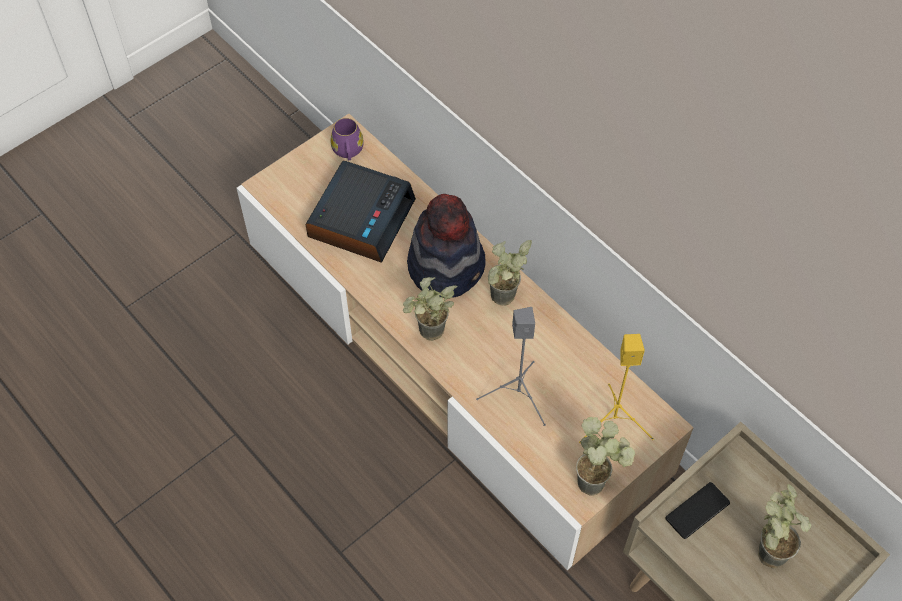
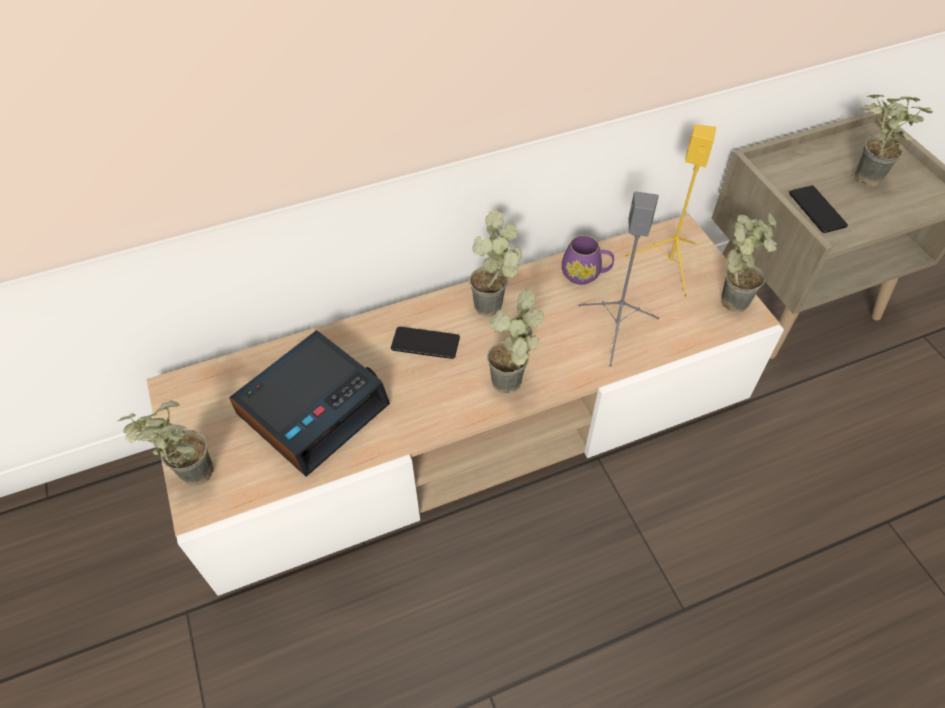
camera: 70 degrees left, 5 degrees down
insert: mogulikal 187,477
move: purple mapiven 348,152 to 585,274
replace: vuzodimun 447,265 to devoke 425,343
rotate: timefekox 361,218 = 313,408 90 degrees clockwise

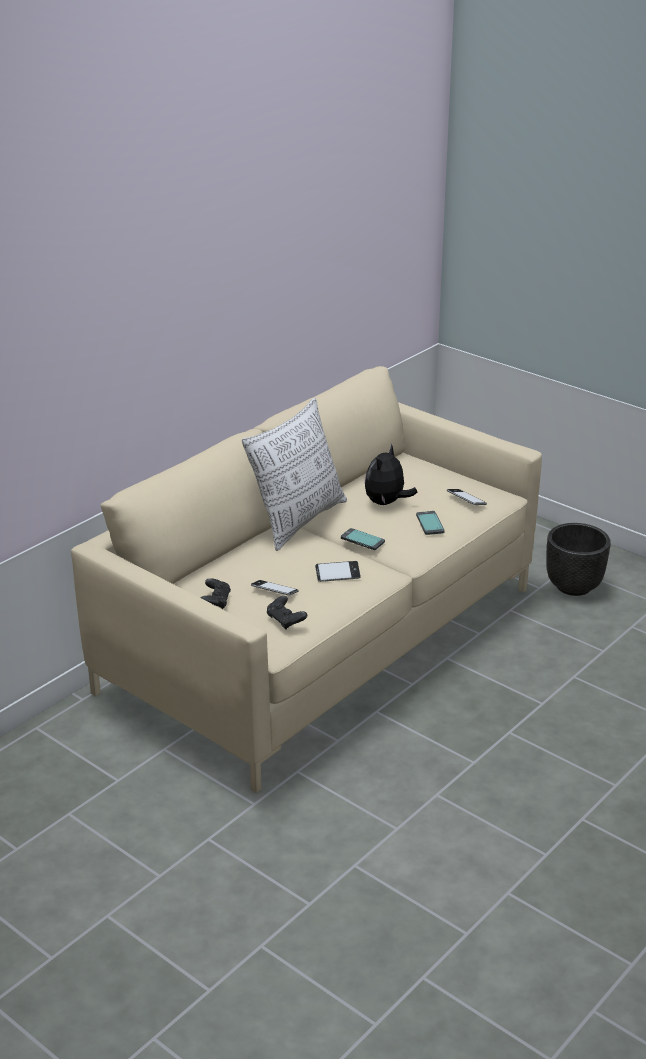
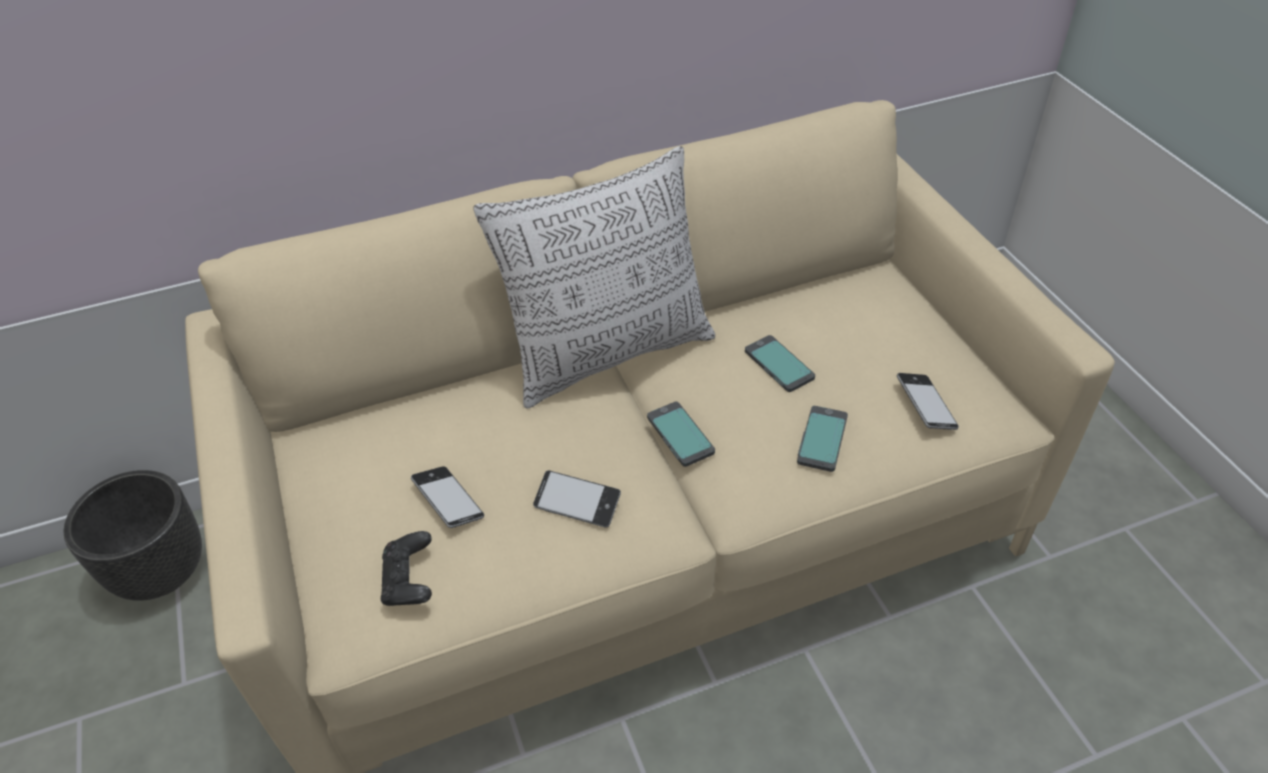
camera: 30 degrees right, 15 degrees up
delete: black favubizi 215,601
move: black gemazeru 573,586 to 162,571
replace: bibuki 386,503 to devoke 778,365

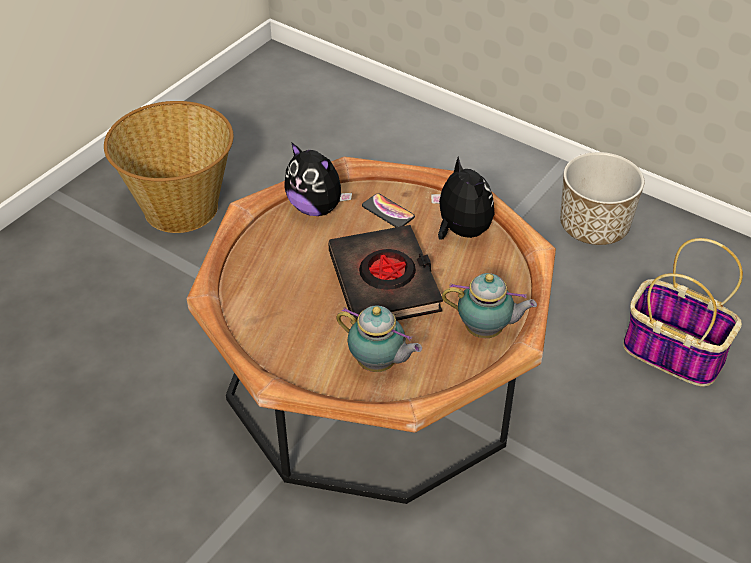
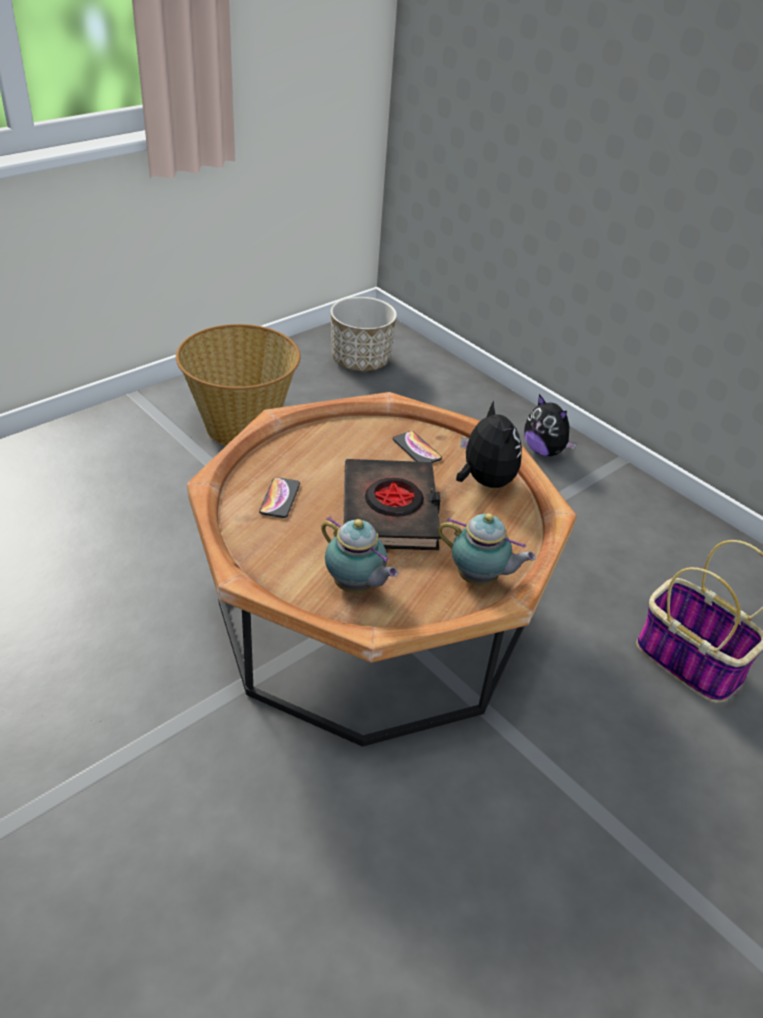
camera: 10 degrees right, 5 degrees down
insert: devoke 280,498
move: bibuki 316,207 to 544,451; gemazeru 593,226 to 360,360

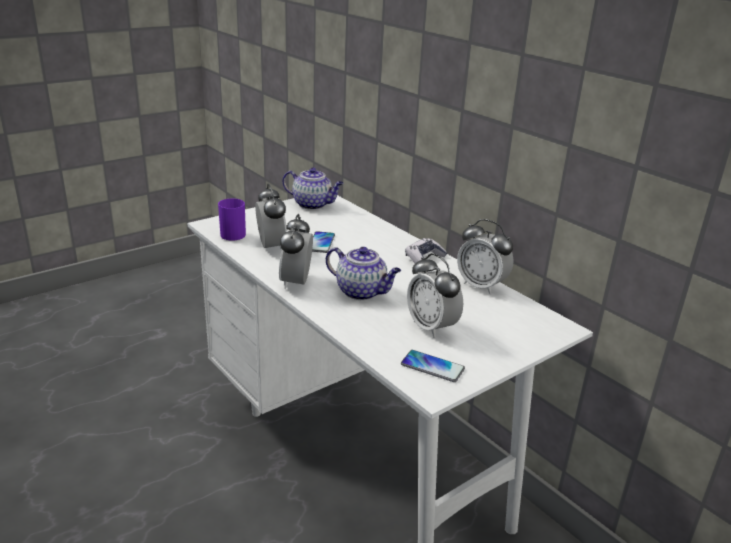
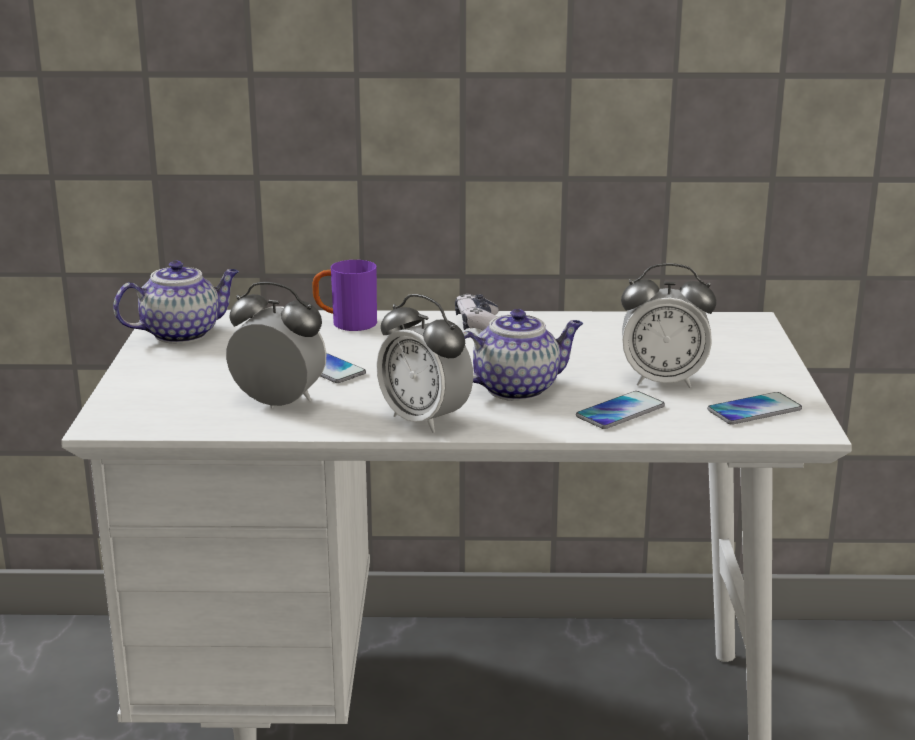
camera: 50 degrees left, 5 degrees down
delete: timefekox 481,286
insert: devoke 620,412
move: purple mapiven 230,233 to 345,324

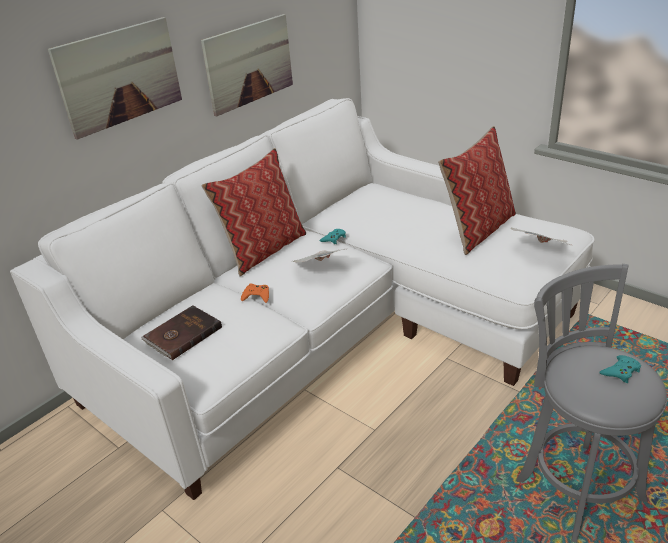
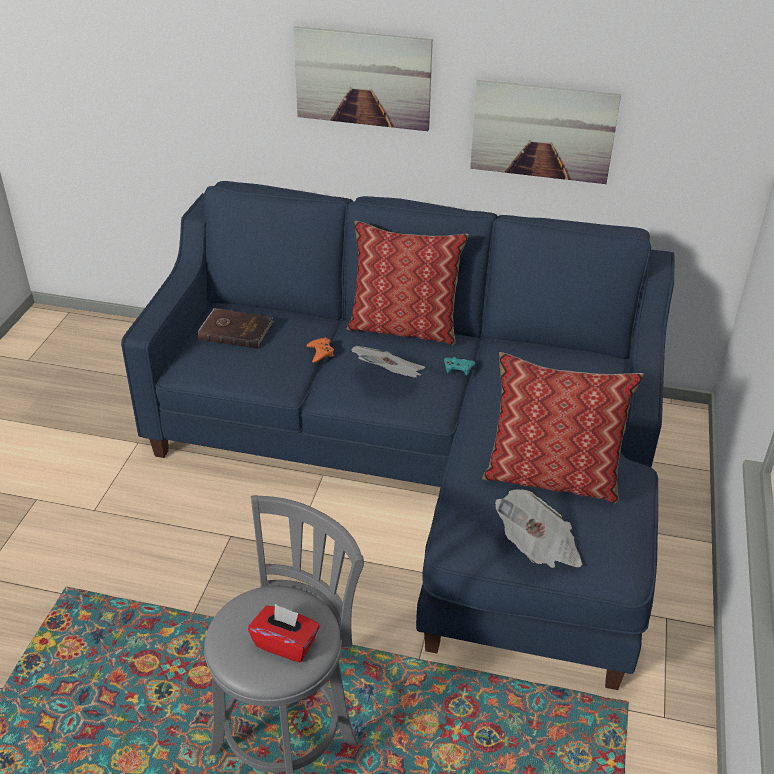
camera: 60 degrees right, 5 degrees up
replace: turquoise favubizi 620,371 to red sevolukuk 285,643
recolor: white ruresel 331,332 to blue ruresel 424,462

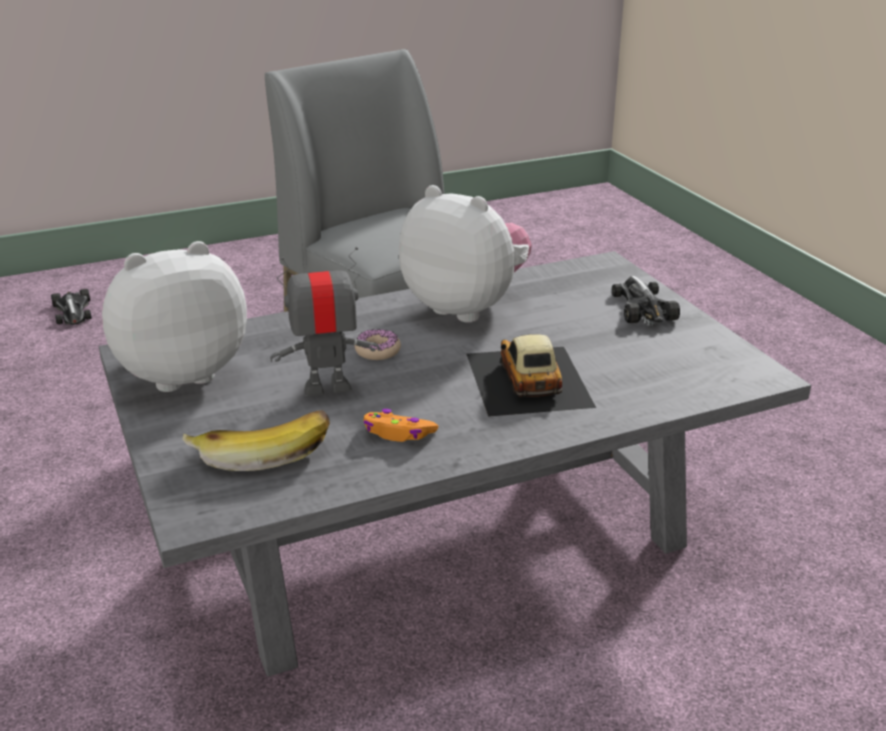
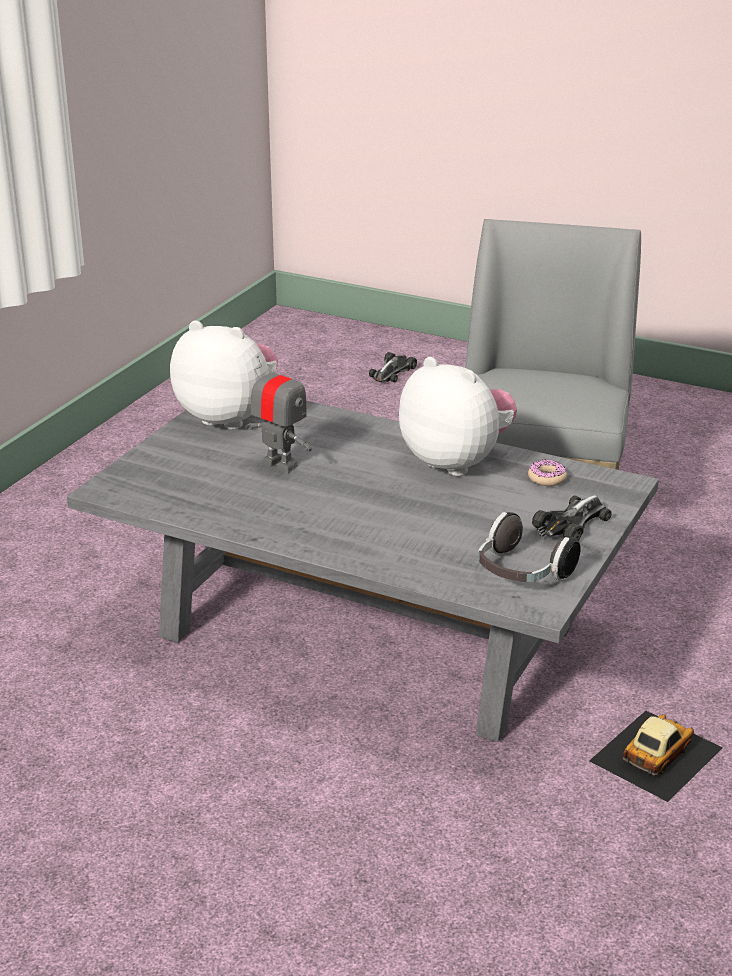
camera: 50 degrees right, 0 degrees up
delete: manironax 261,452; orange favubizi 398,433
insert: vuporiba 521,573
move: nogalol 377,351 to 547,478; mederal 527,380 to 655,754
rotate: bibuki 466,307 = 456,462 45 degrees counterclockwise

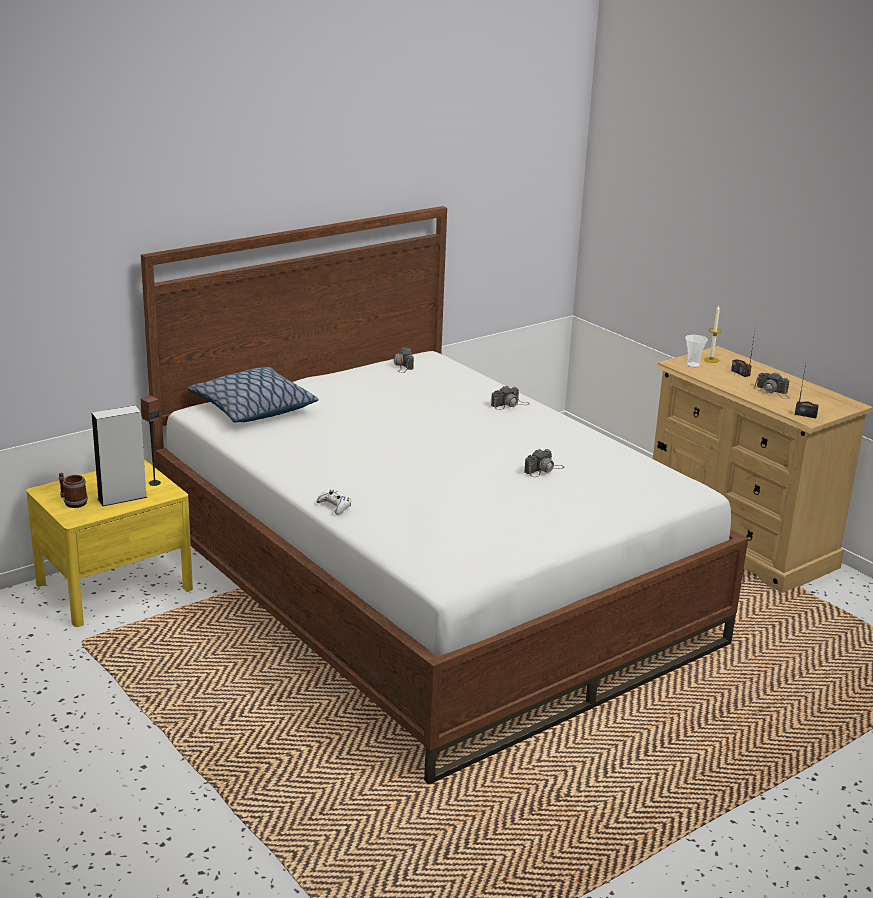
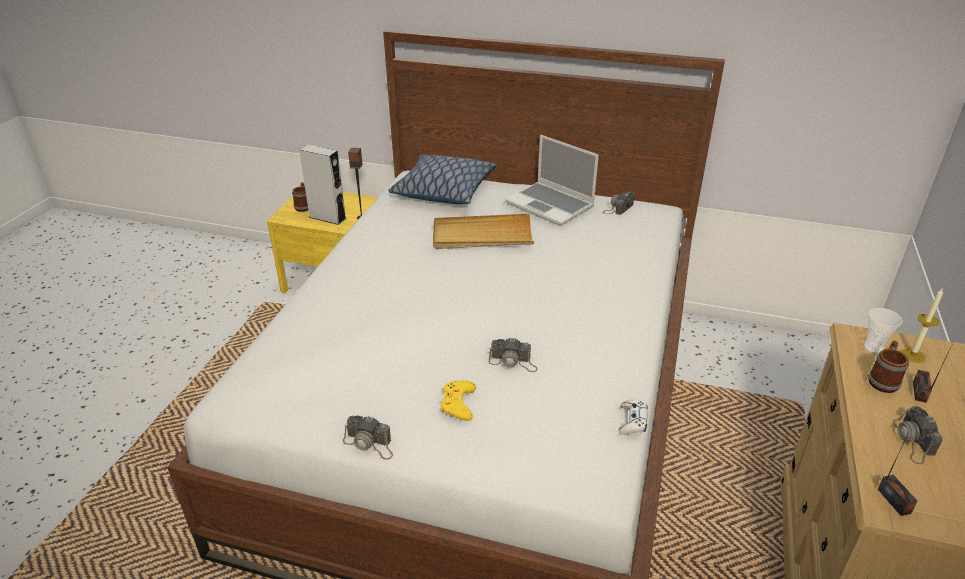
camera: 55 degrees right, 10 degrees up
insert: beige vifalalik 482,236; yellow favubizi 458,404; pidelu 551,205; mapiven 883,380
move: white favubizi 334,506 to 632,421; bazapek 510,404 to 370,444

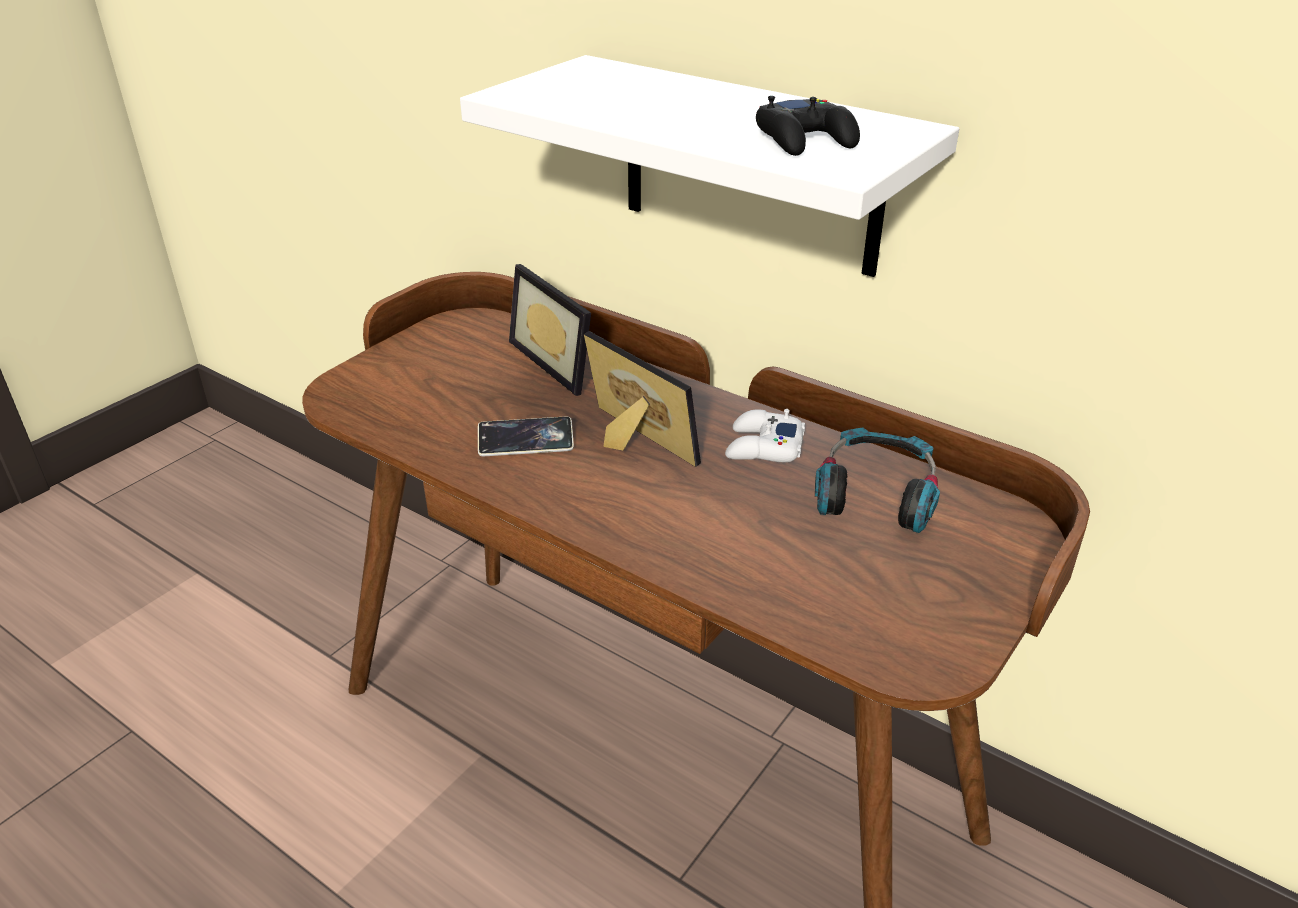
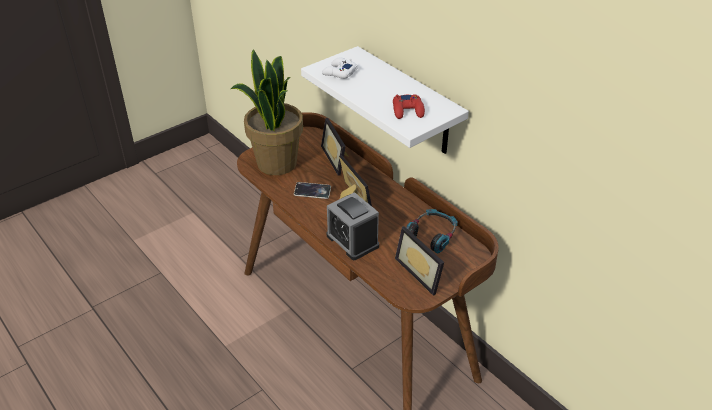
camera: 15 degrees right, 5 degrees up
insert: mogulikal 276,163; timefekox 352,241; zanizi 422,272
move: white favubizi 763,447 to 339,72
recolor: black favubizi 805,140 to red favubizi 408,110

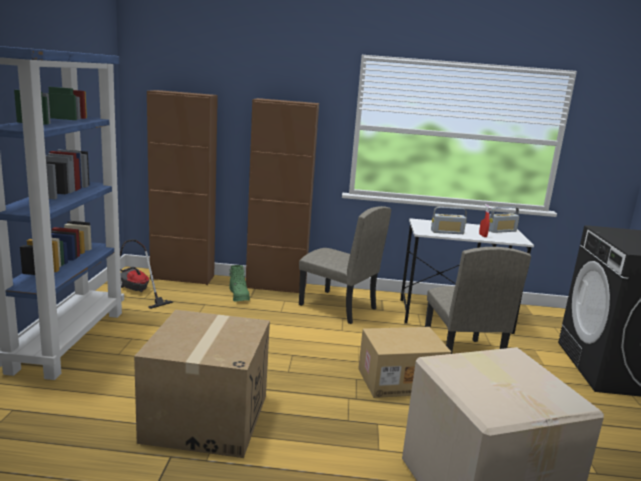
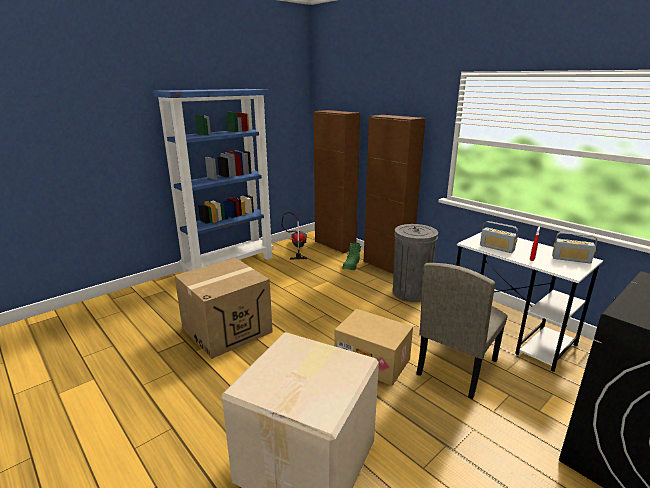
camera: 45 degrees right, 5 degrees up
replace: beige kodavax 337,307 to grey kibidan 410,293

